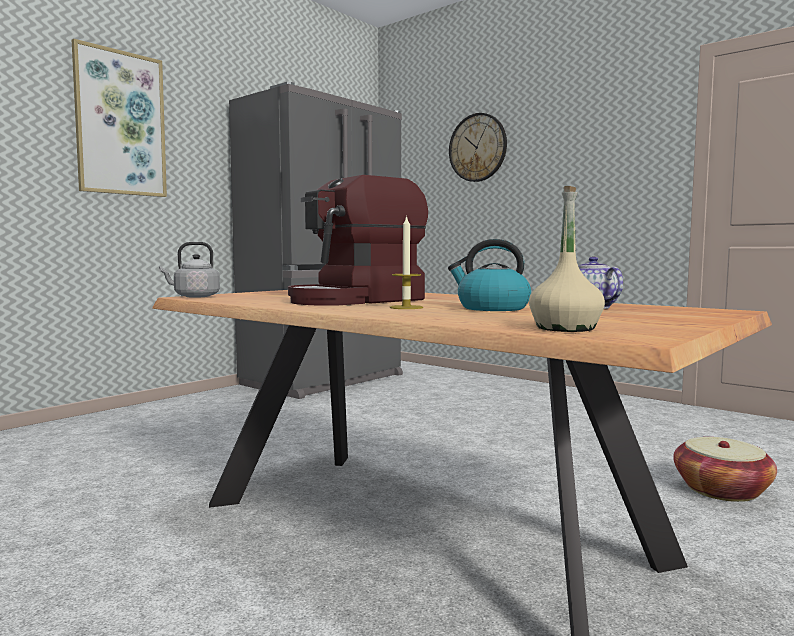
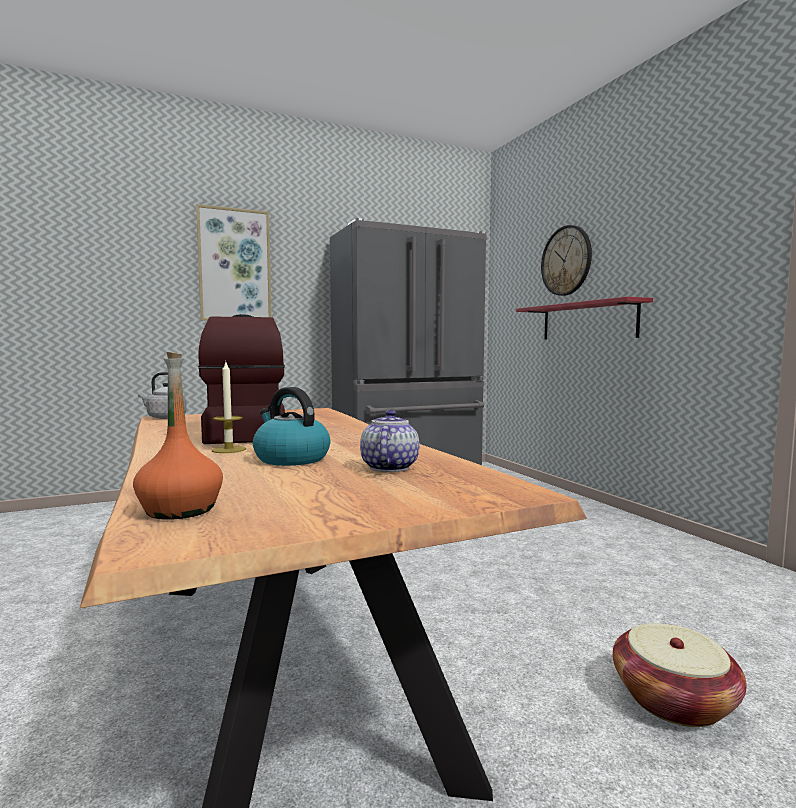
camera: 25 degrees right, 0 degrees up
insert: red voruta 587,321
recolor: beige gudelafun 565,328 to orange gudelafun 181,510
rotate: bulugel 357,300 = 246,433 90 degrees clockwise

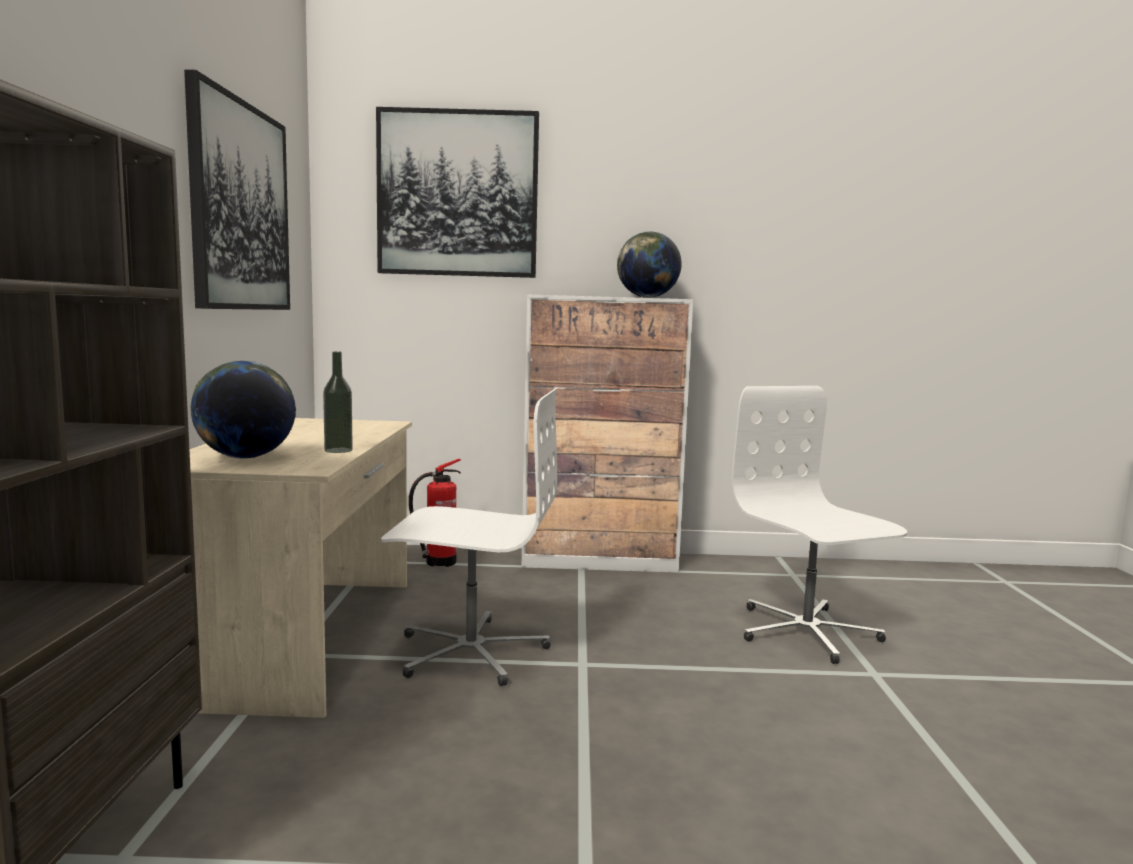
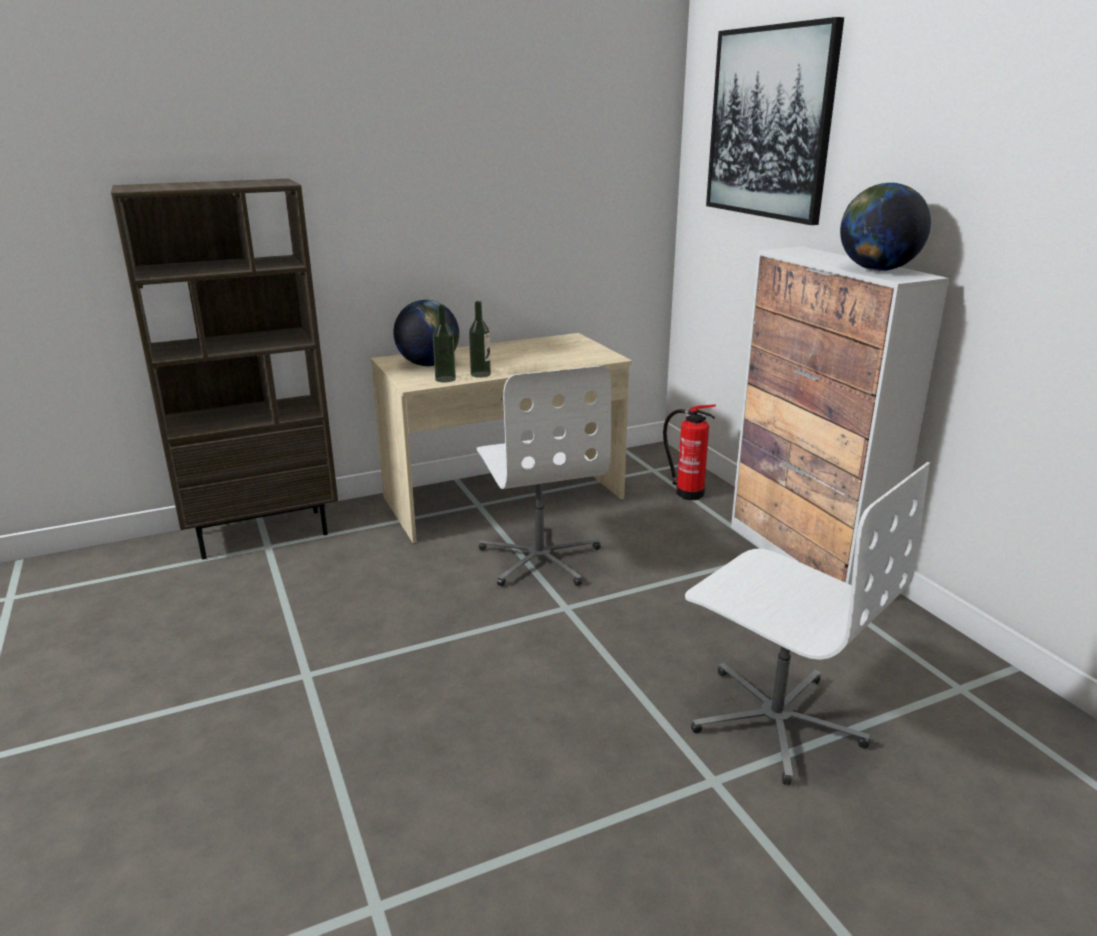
camera: 65 degrees right, 15 degrees up
delete: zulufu 240,207
insert: gudelafun 445,379
rotate: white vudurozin 806,632 = 775,720 90 degrees clockwise

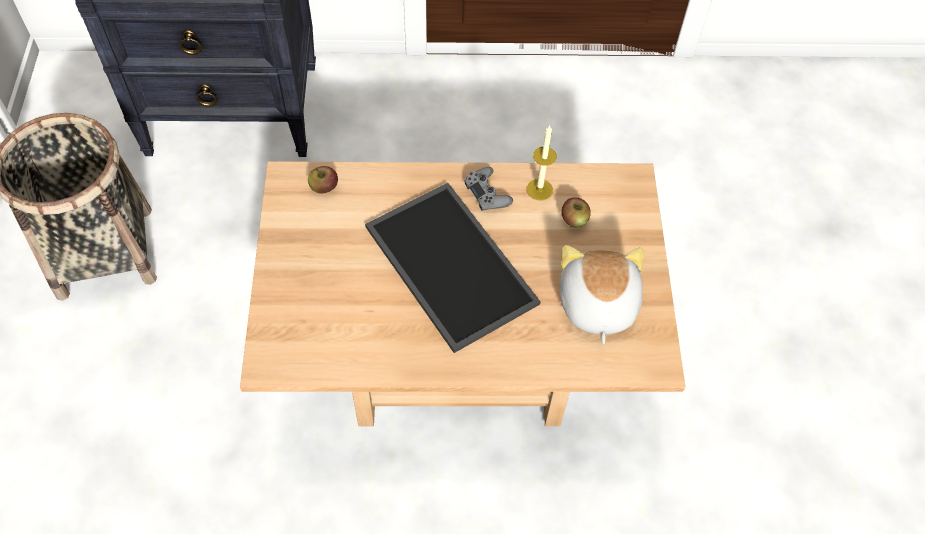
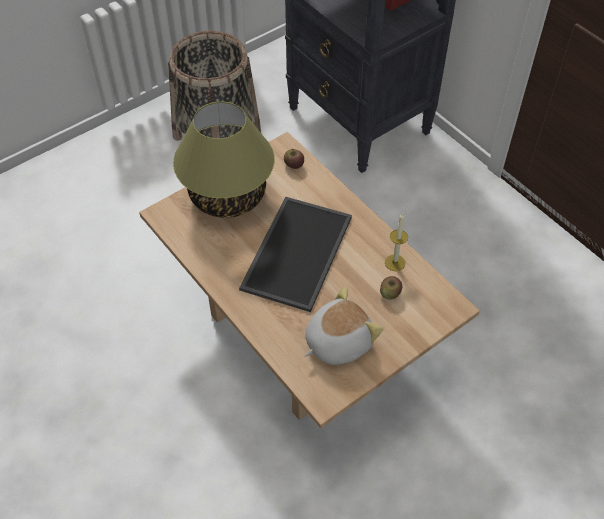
camera: 55 degrees right, 5 degrees down
delete: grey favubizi 487,193
insert: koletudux 228,196

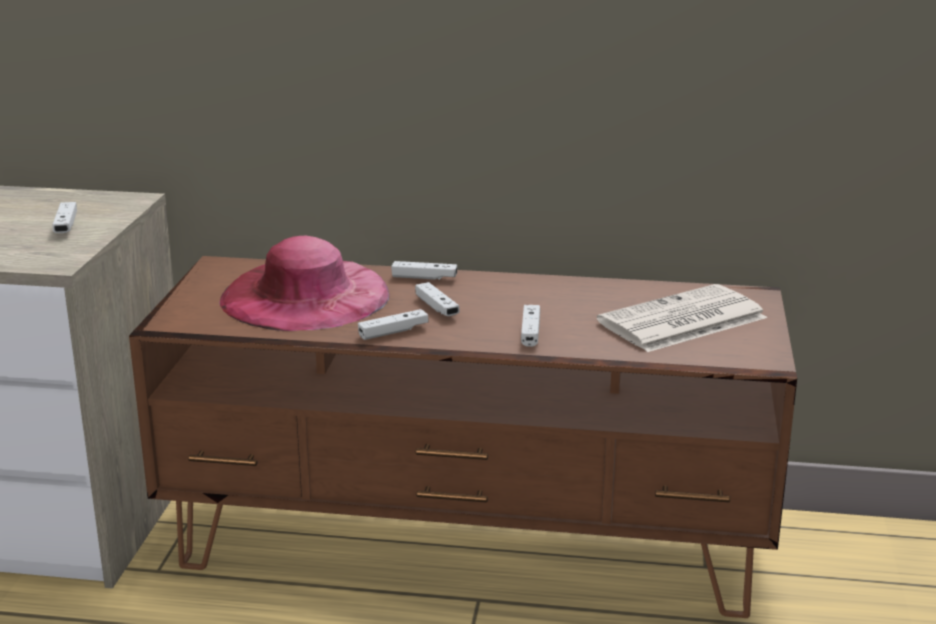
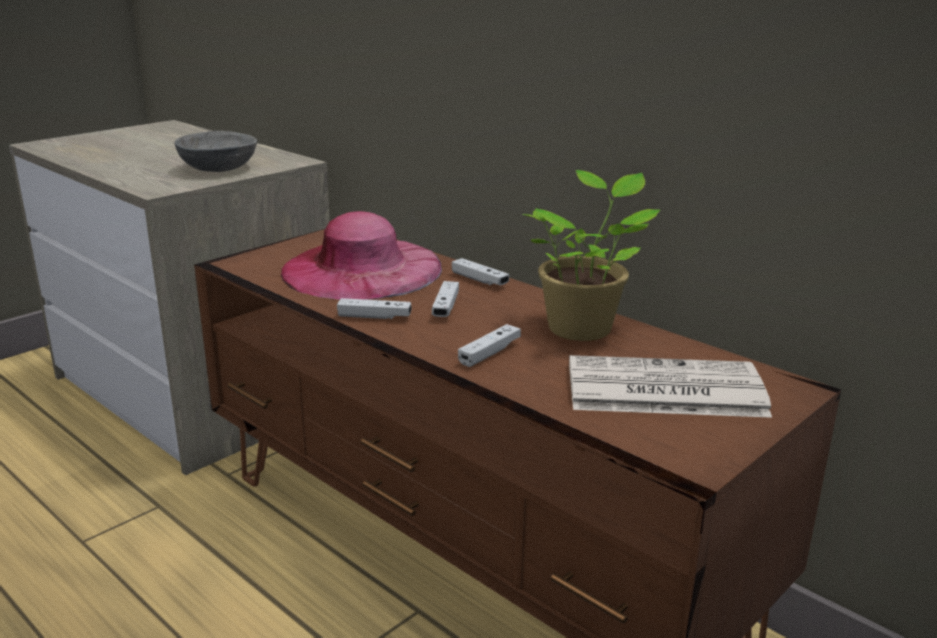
camera: 35 degrees right, 0 degrees up
insert: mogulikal 583,327
replace: white favubizi 66,226 to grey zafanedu 217,169

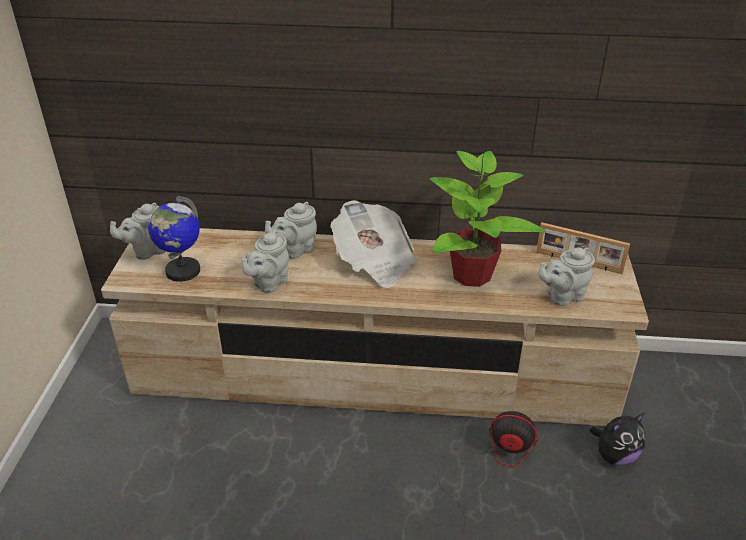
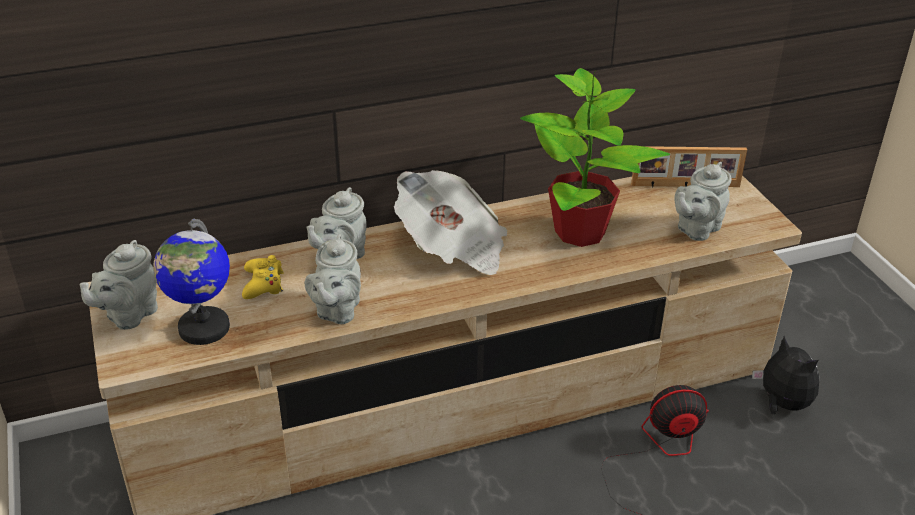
camera: 25 degrees left, 0 degrees up
insert: yellow favubizi 263,284
rotate: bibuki 614,455 = 782,404 75 degrees counterclockwise

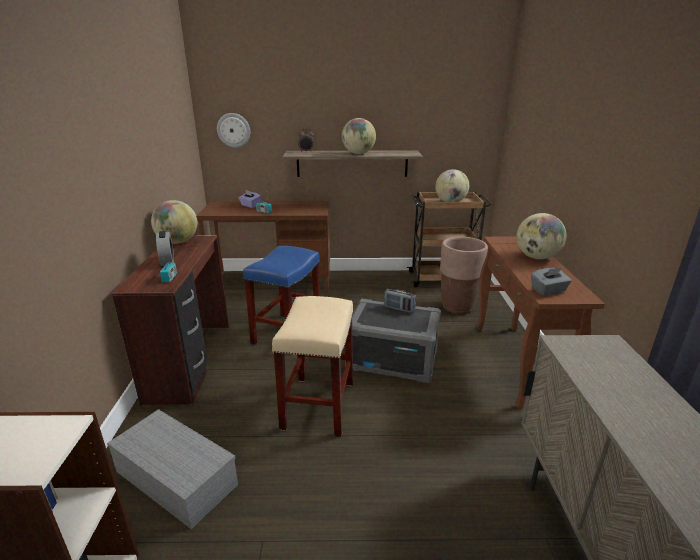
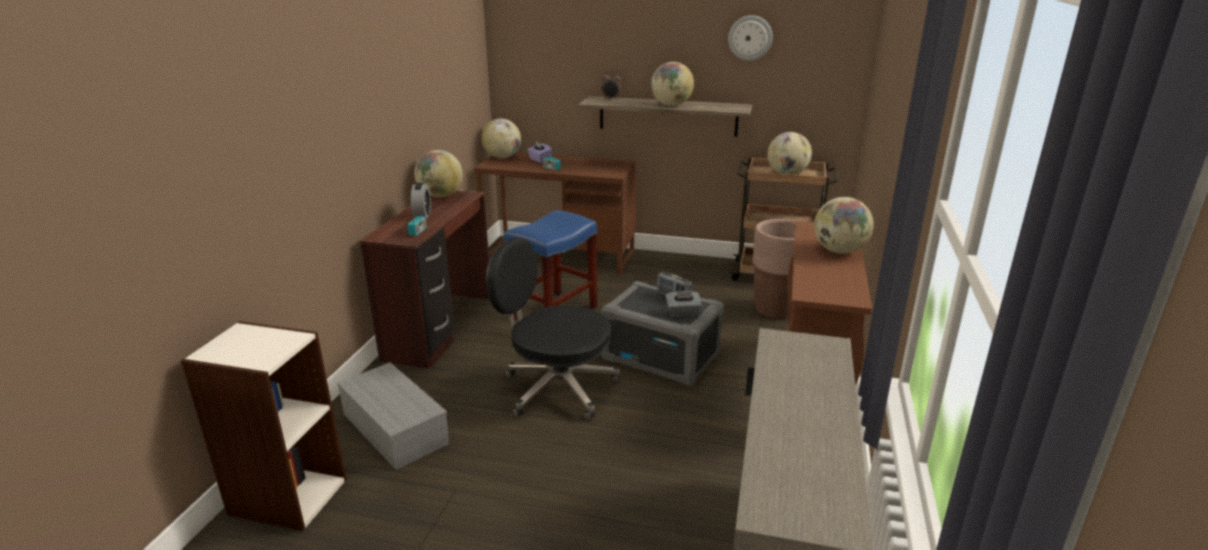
camera: 15 degrees right, 0 degrees up
insert: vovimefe 502,157
move: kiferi 233,130 to 750,38; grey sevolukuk 548,290 to 683,313
replace: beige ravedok 318,404 to black vudurozin 556,388

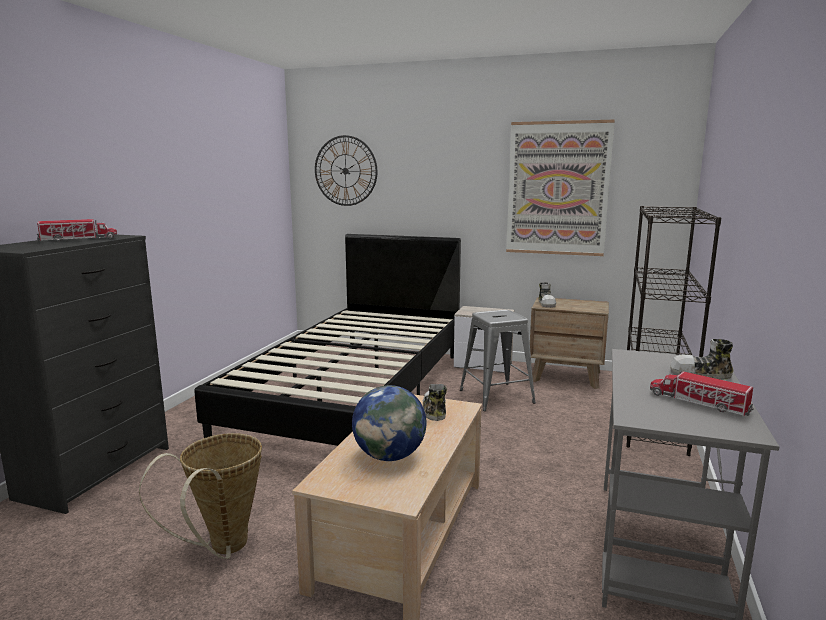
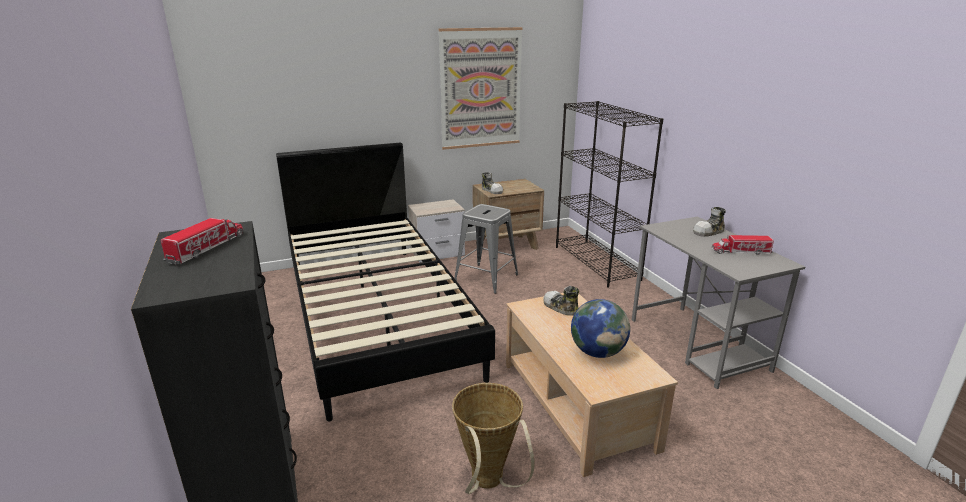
camera: 40 degrees left, 10 degrees up
delete: kiferi 345,171

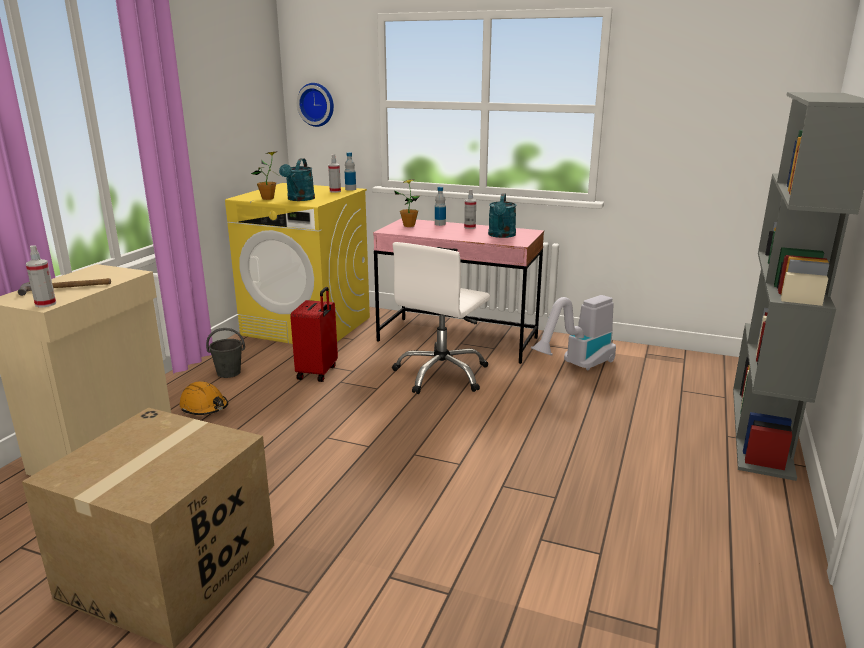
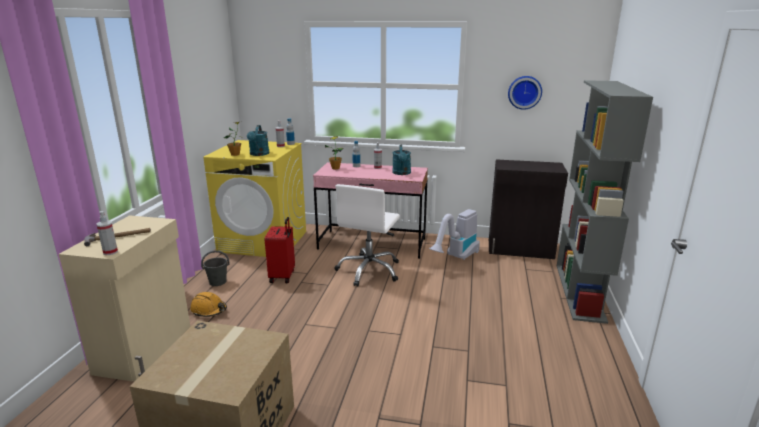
camera: 10 degrees left, 0 degrees up
insert: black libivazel 521,249
move: kiferi 317,104 to 524,92

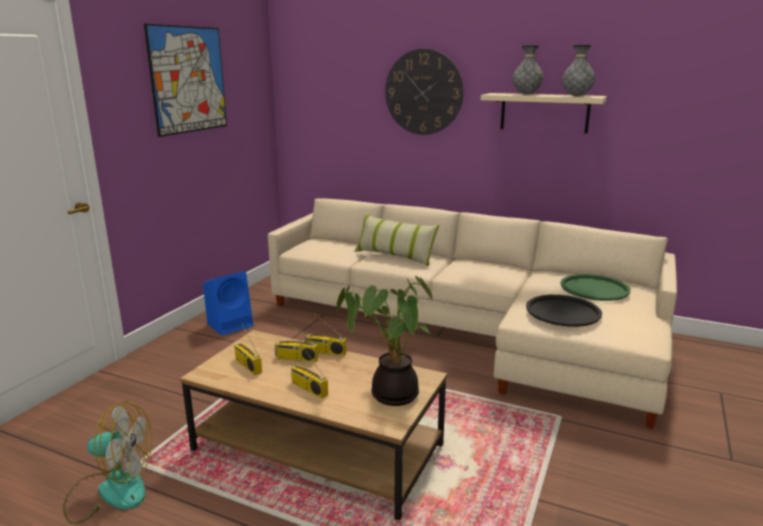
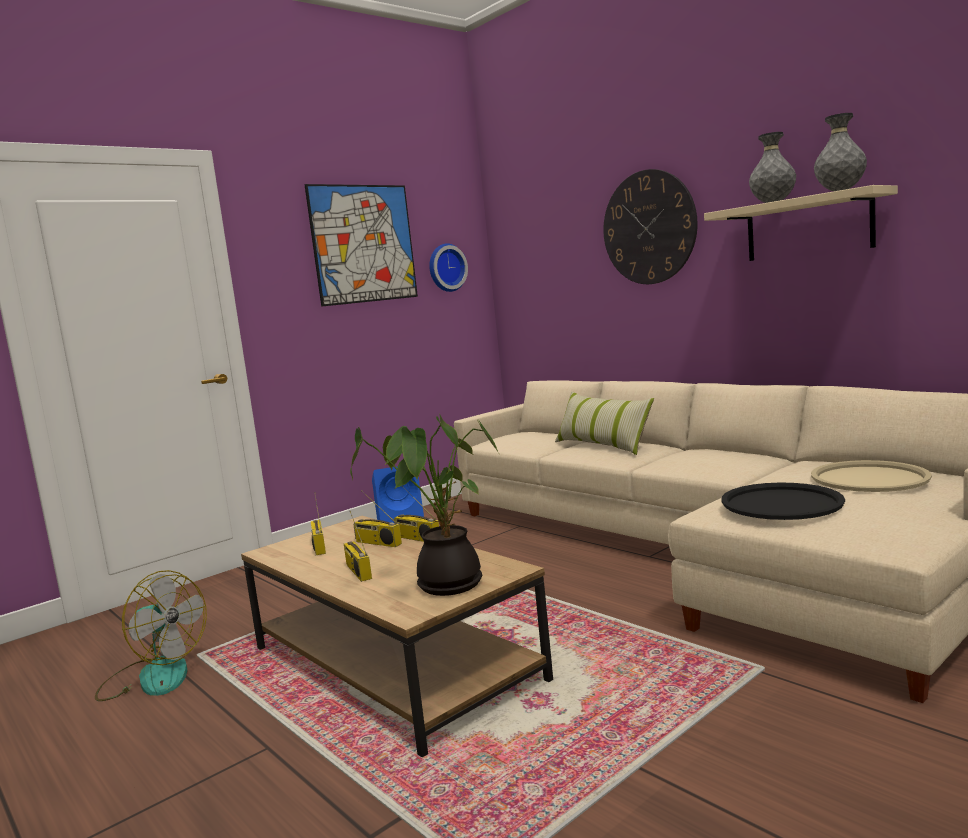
camera: 25 degrees right, 10 degrees down
insert: kiferi 445,268
recolor: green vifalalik 594,288 to beige vifalalik 869,478

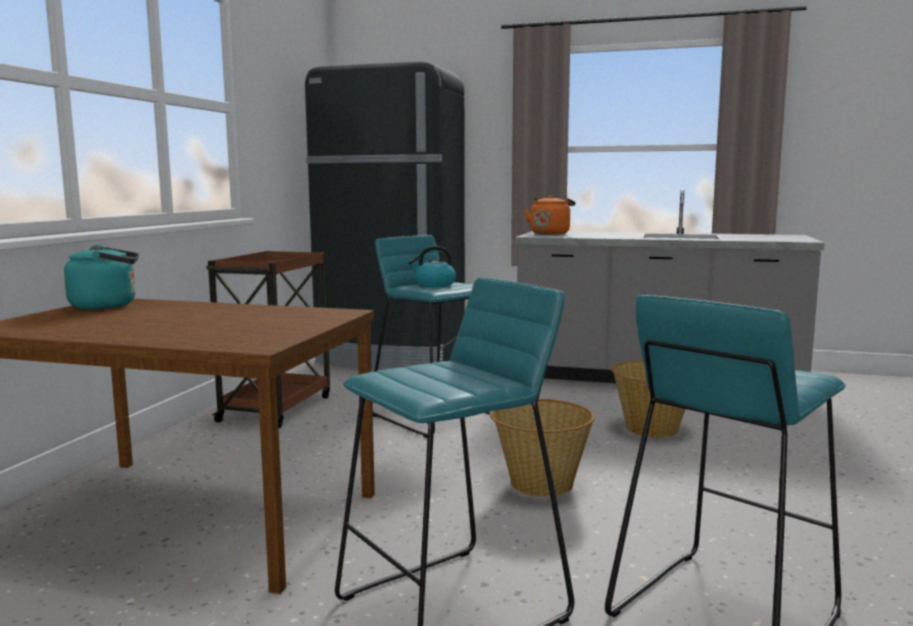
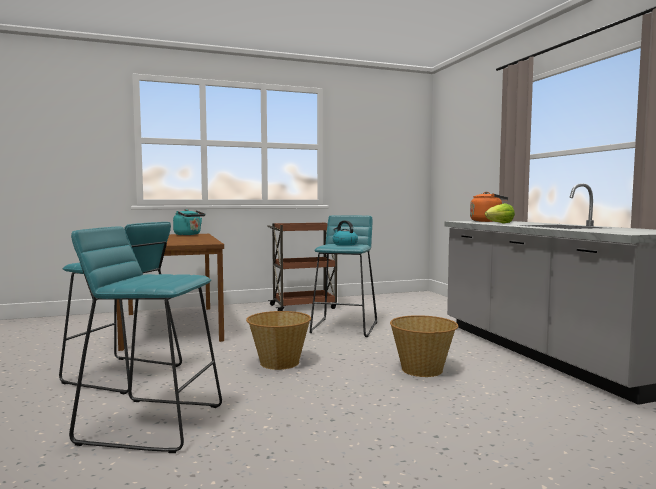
camera: 55 degrees right, 5 degrees down
delete: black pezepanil 392,357
insert: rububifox 499,223

